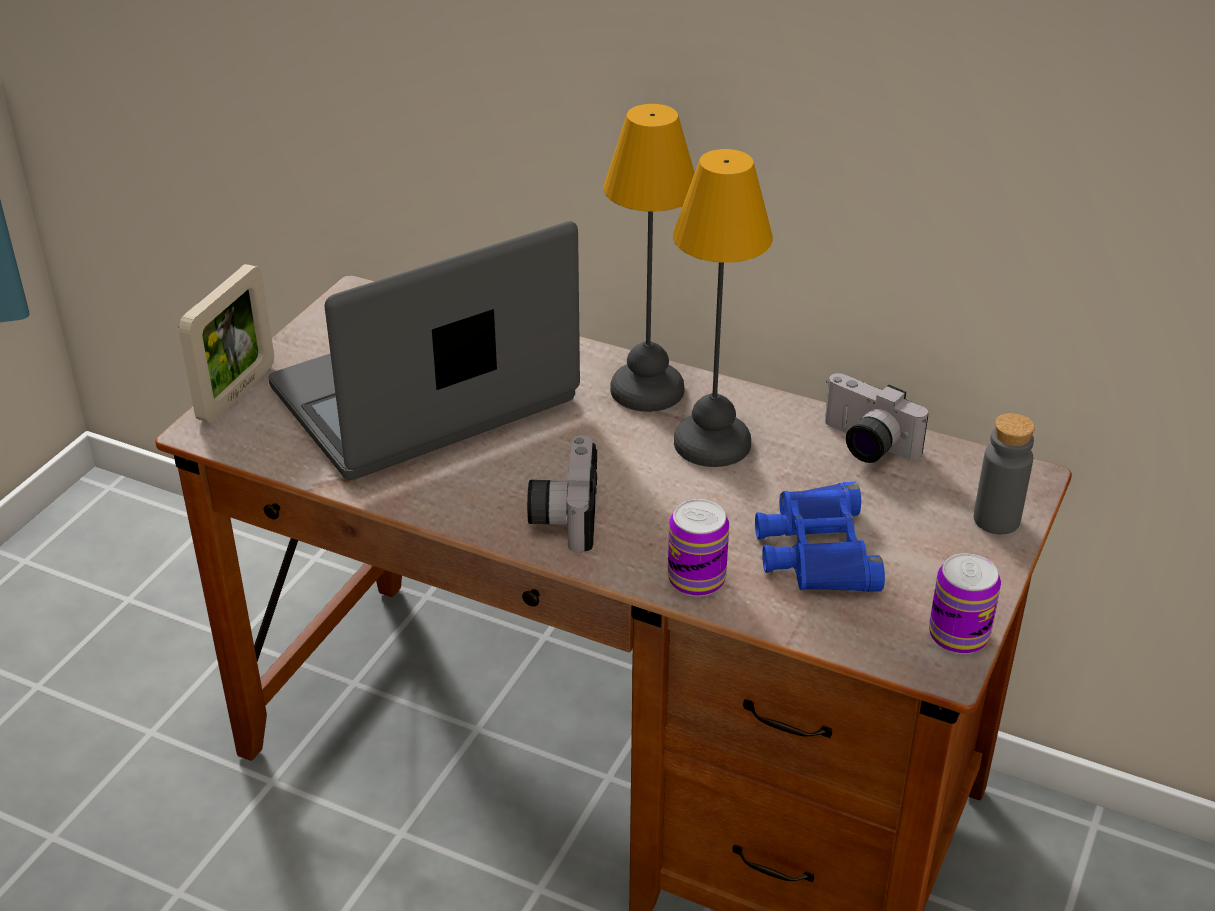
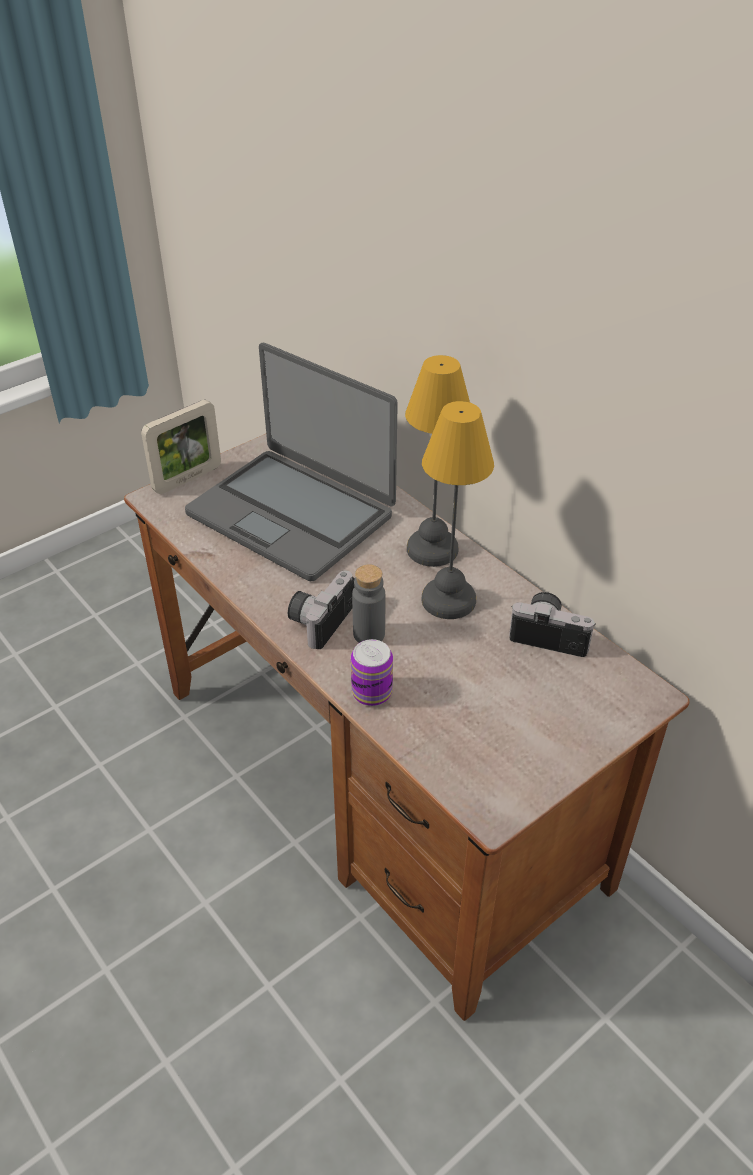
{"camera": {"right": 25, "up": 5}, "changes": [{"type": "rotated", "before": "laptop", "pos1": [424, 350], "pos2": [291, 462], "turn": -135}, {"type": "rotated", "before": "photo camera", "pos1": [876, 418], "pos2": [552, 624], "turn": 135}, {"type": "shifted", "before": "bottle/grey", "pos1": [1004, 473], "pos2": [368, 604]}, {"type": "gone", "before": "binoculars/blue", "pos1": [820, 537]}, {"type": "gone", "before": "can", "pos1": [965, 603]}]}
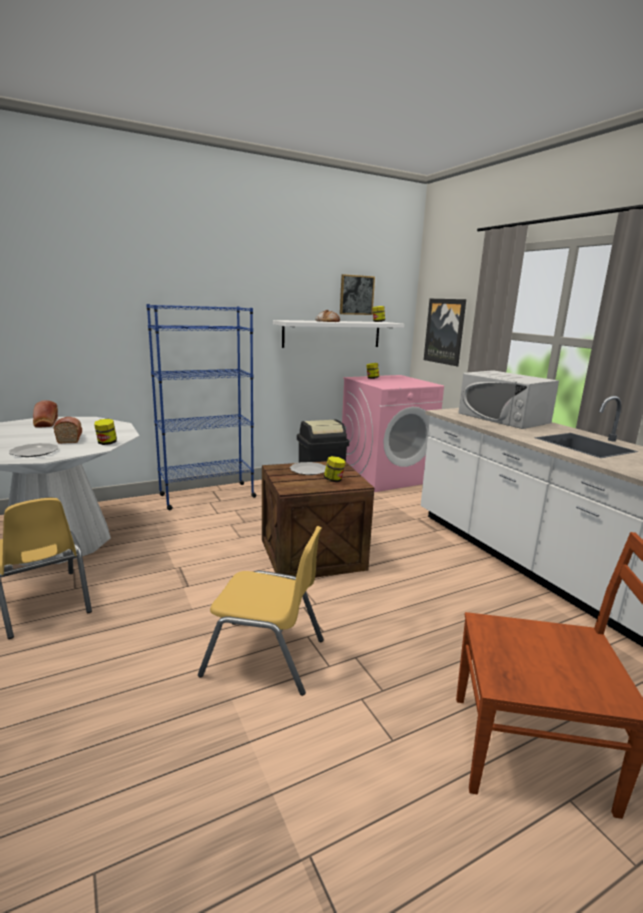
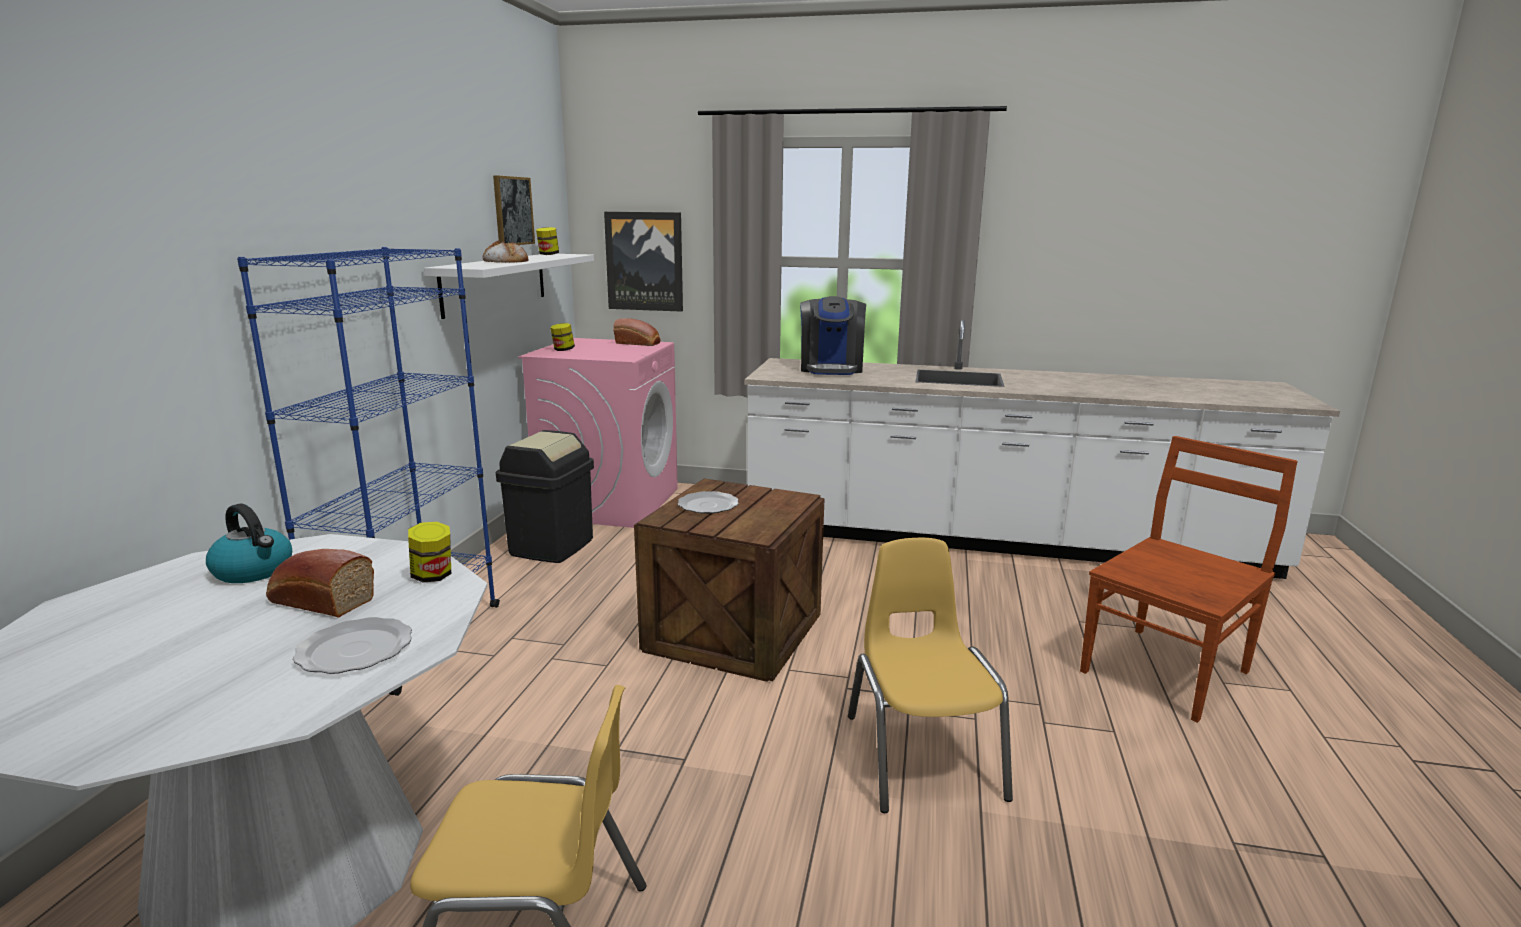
{"camera": {"right": -50, "up": 0}, "changes": [{"type": "swapped", "before": "microwave/white", "after": "coffee machine", "pos1": [509, 399], "pos2": [833, 335]}, {"type": "shifted", "before": "bread", "pos1": [45, 414], "pos2": [637, 332]}, {"type": "gone", "before": "jar", "pos1": [335, 469]}, {"type": "rotated", "before": "chair/yellow", "pos1": [261, 611], "pos2": [930, 675], "turn": -60}, {"type": "new", "after": "kettle", "pos2": [249, 543]}]}
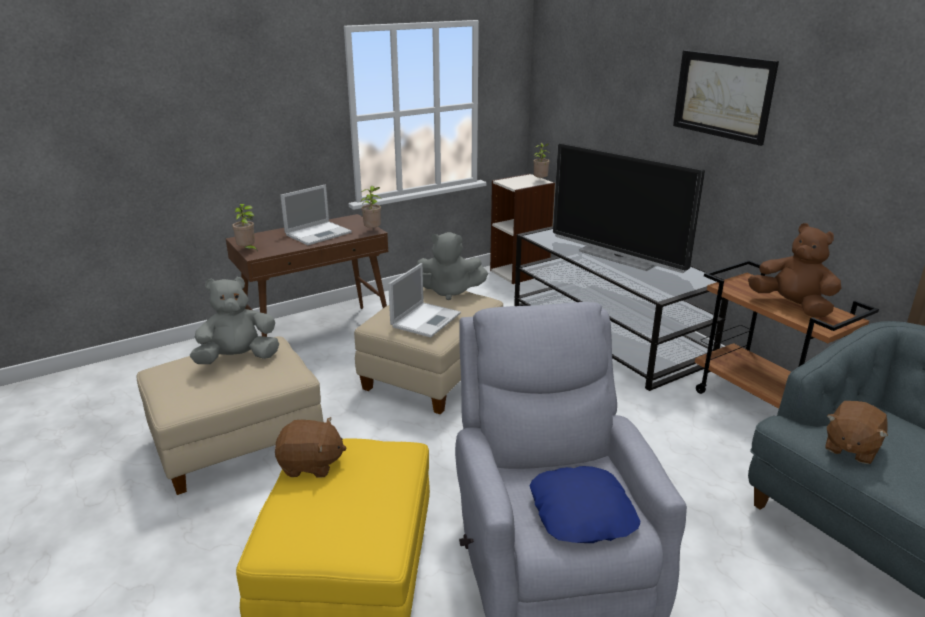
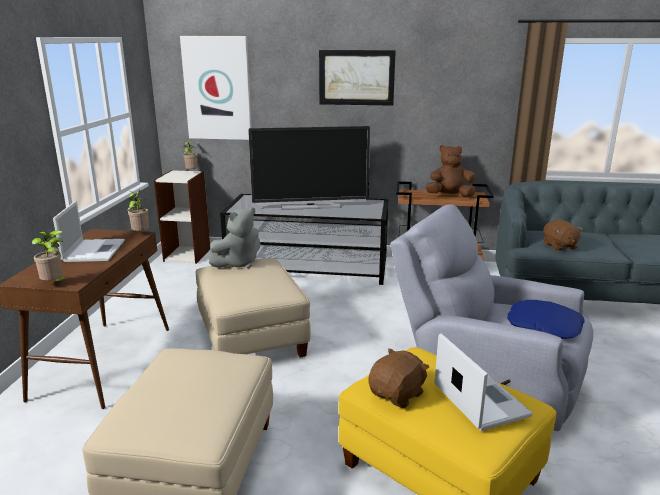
{"camera": {"right": -50, "up": -5}, "changes": [{"type": "shifted", "before": "laptop", "pos1": [424, 300], "pos2": [484, 382]}, {"type": "gone", "before": "plush toy/grey", "pos1": [234, 320]}, {"type": "new", "after": "picture", "pos2": [216, 88]}]}
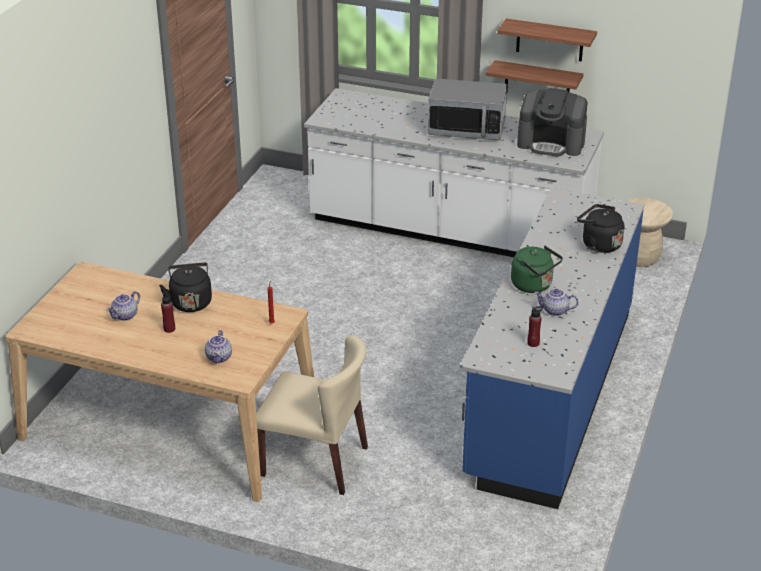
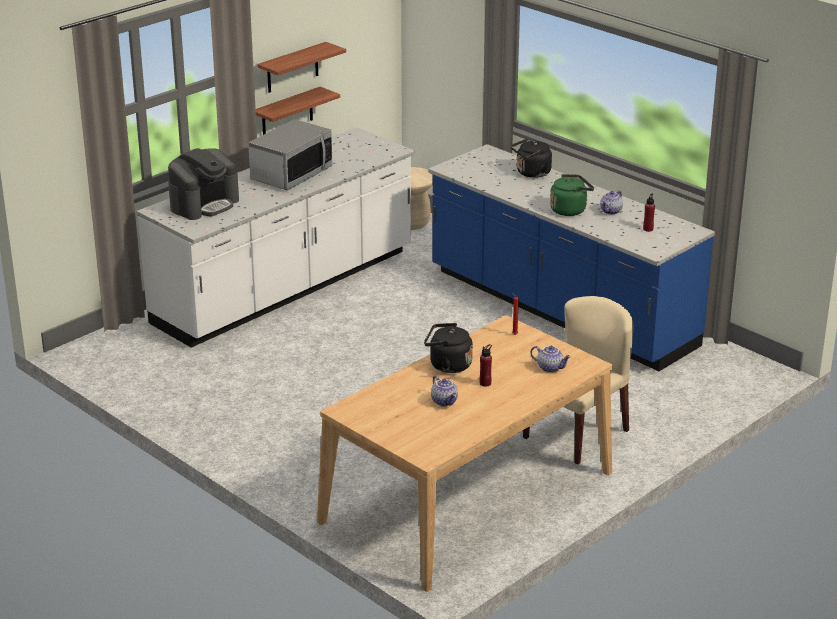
{"camera": {"right": -65, "up": -5}, "changes": [{"type": "shifted", "before": "coffee machine", "pos1": [552, 122], "pos2": [203, 184]}]}
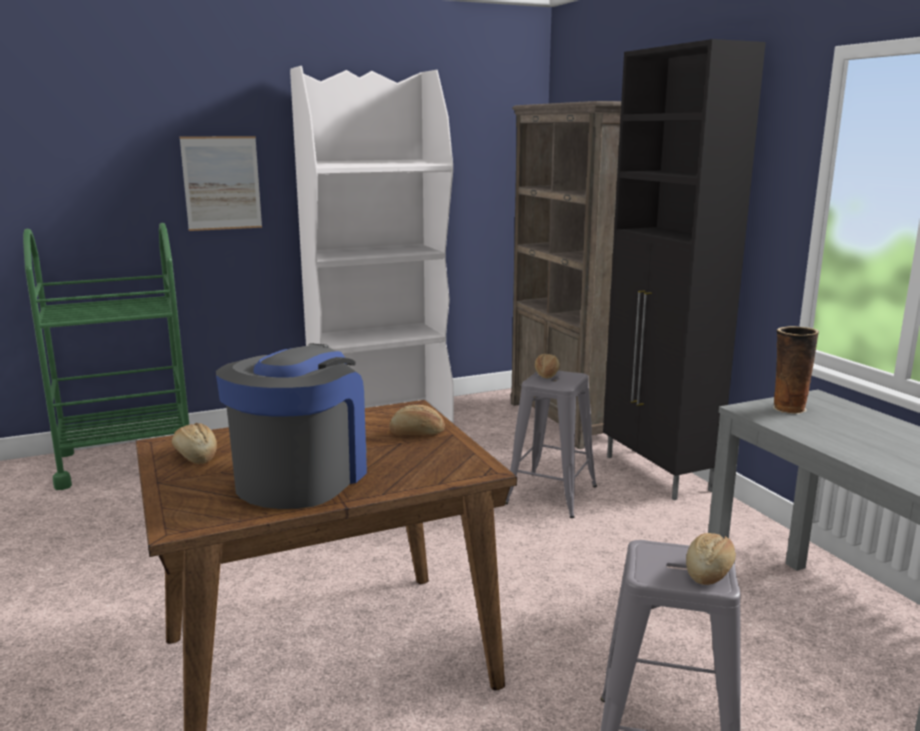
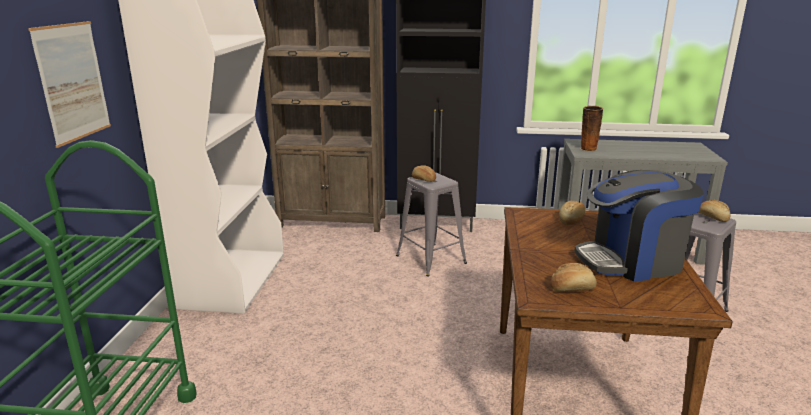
{"camera": {"right": -60, "up": 5}, "changes": [{"type": "rotated", "before": "coffee machine", "pos1": [291, 426], "pos2": [639, 226], "turn": -60}]}
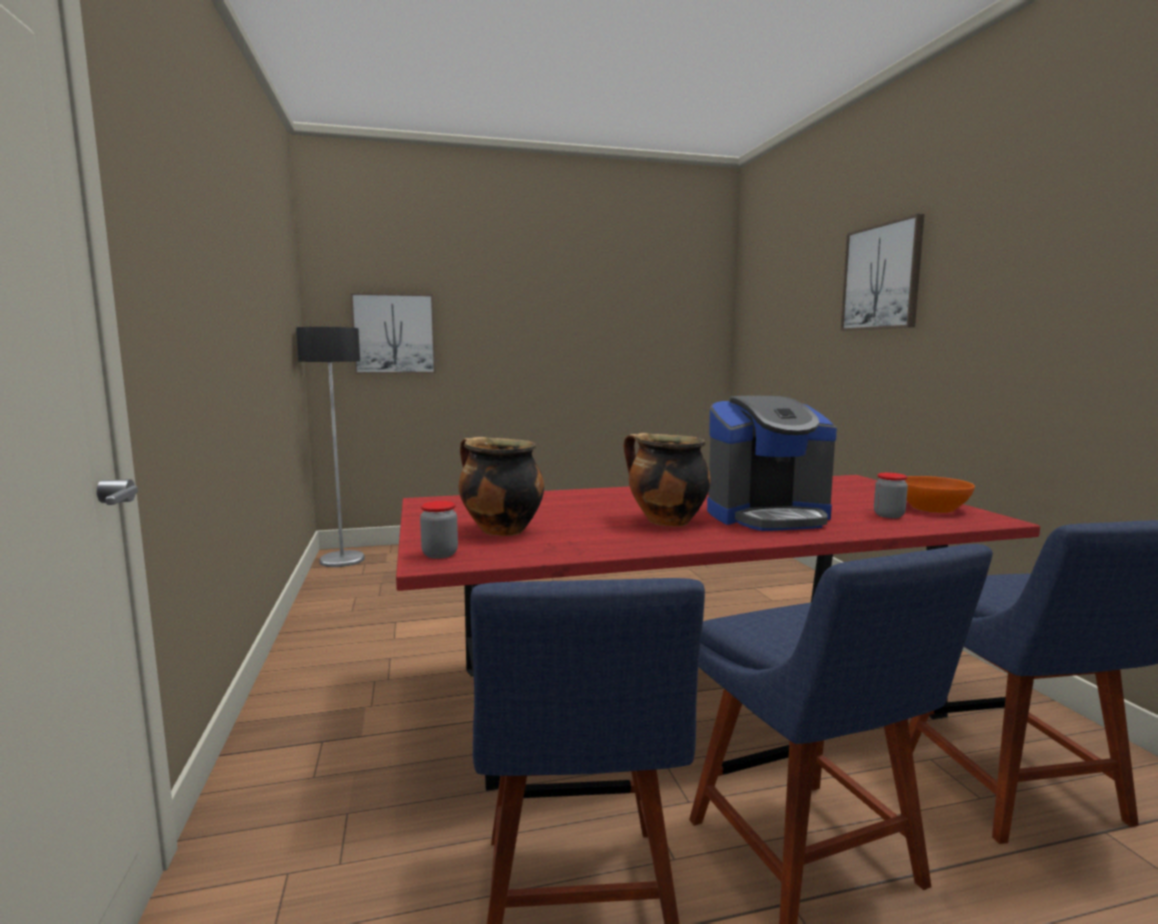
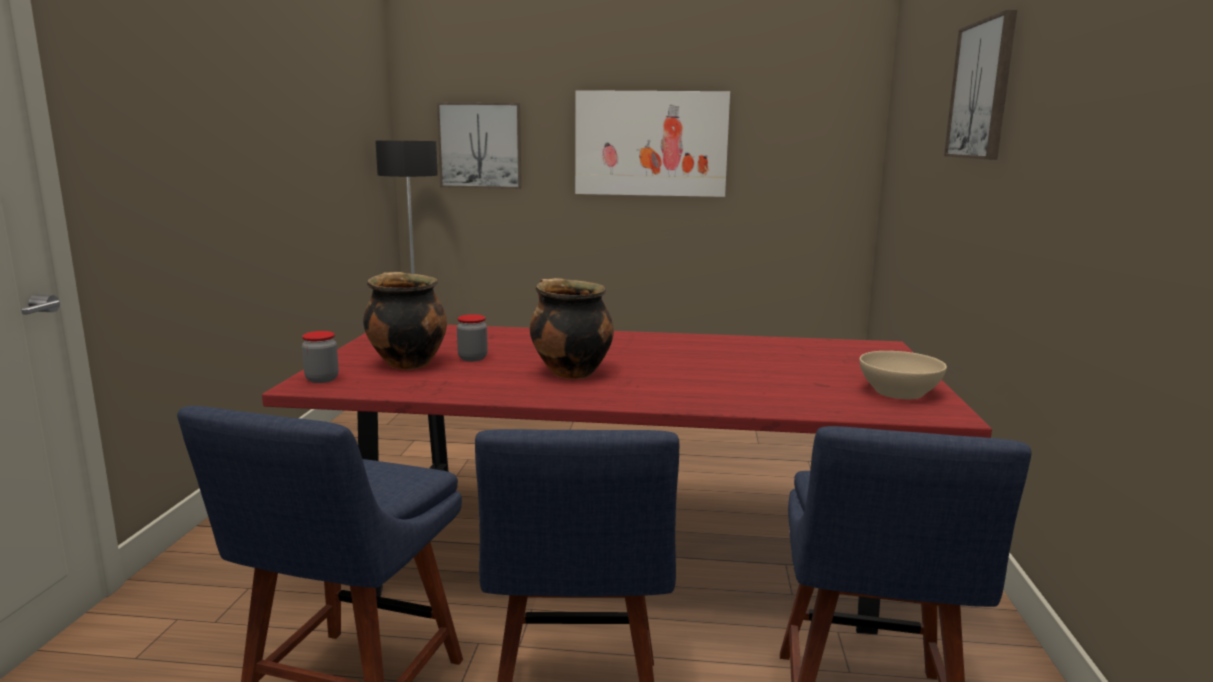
{"camera": {"right": 20, "up": 5}, "changes": [{"type": "gone", "before": "coffee machine", "pos1": [772, 463]}, {"type": "shifted", "before": "jar", "pos1": [891, 495], "pos2": [472, 337]}, {"type": "repainted", "before": "bowl/orange", "after": "bowl/beige", "pos1": [940, 494], "pos2": [903, 375]}, {"type": "new", "after": "picture", "pos2": [652, 143]}]}
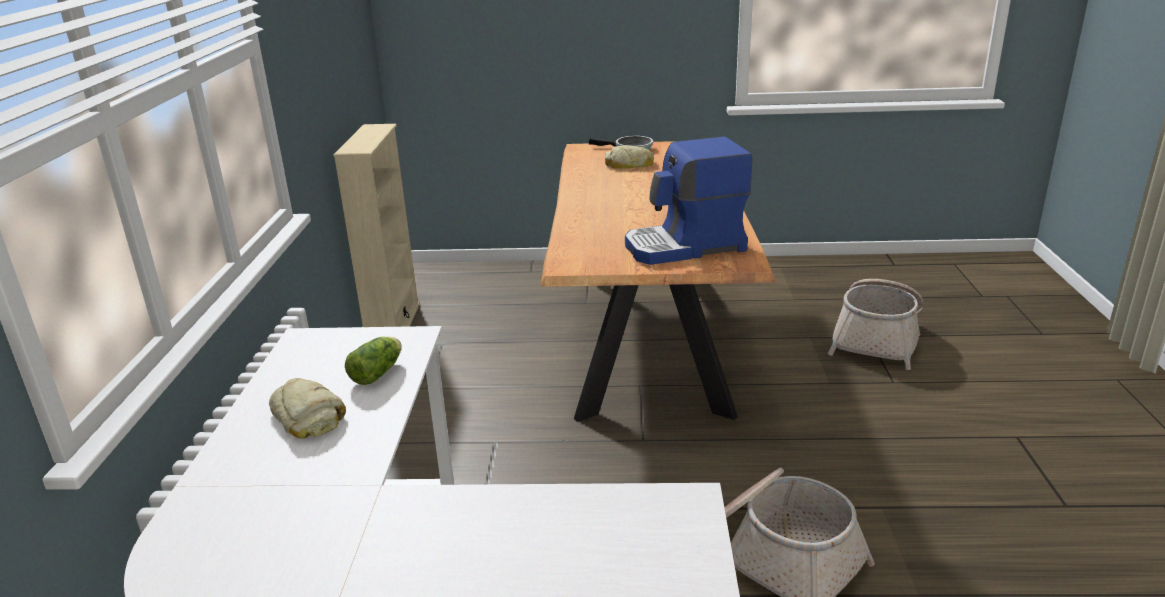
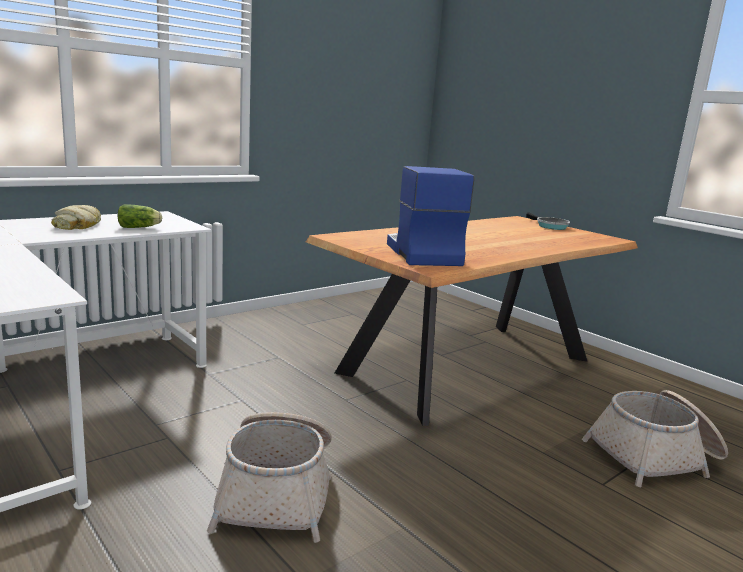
{"camera": {"right": 45, "up": -10}, "changes": [{"type": "gone", "before": "bookcase/beige", "pos1": [376, 225]}, {"type": "rotated", "before": "coffee machine", "pos1": [688, 200], "pos2": [431, 216], "turn": 45}, {"type": "gone", "before": "bread", "pos1": [629, 157]}]}
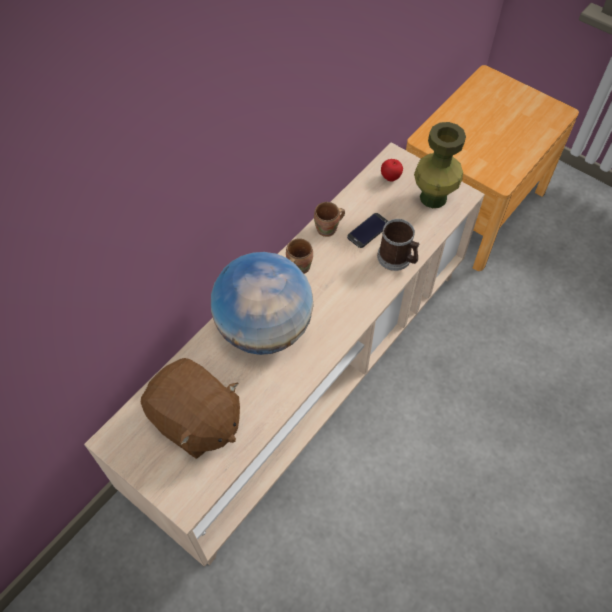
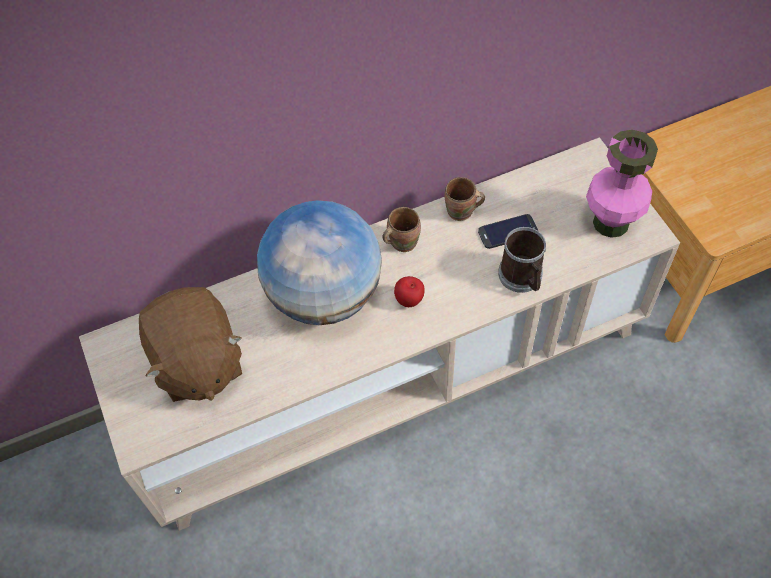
{"camera": {"right": 30, "up": 0}, "changes": [{"type": "repainted", "before": "vase/green", "after": "vase/pink", "pos1": [440, 165], "pos2": [622, 184]}, {"type": "shifted", "before": "apple", "pos1": [392, 170], "pos2": [409, 291]}]}
